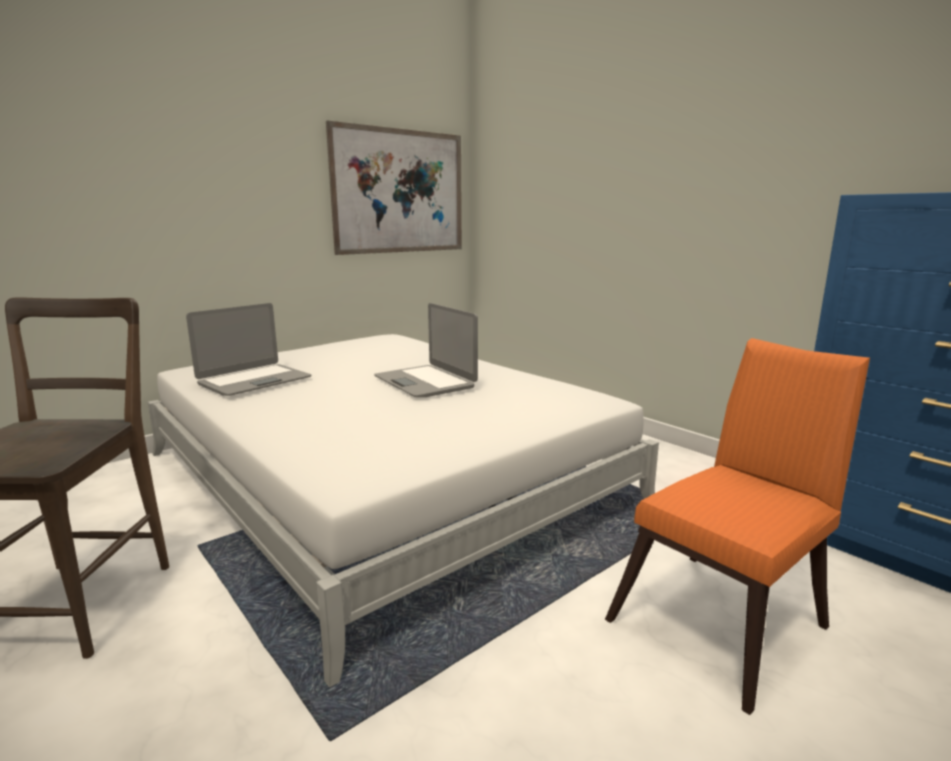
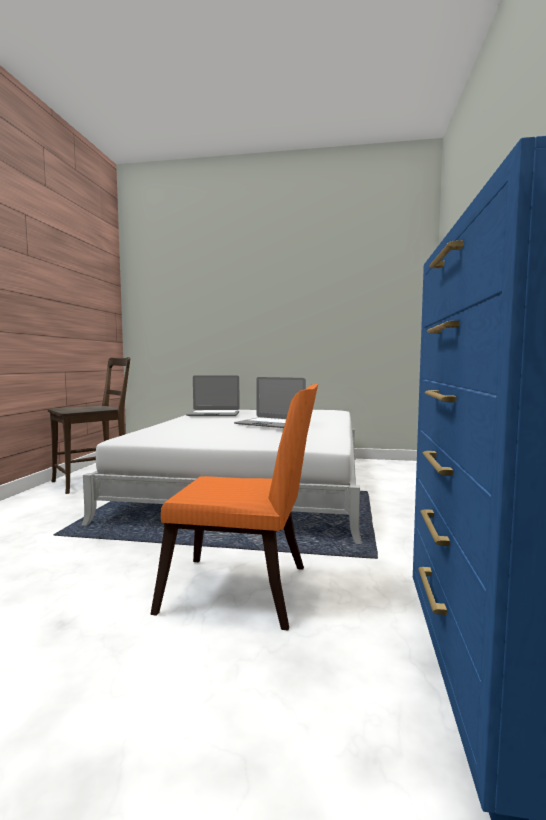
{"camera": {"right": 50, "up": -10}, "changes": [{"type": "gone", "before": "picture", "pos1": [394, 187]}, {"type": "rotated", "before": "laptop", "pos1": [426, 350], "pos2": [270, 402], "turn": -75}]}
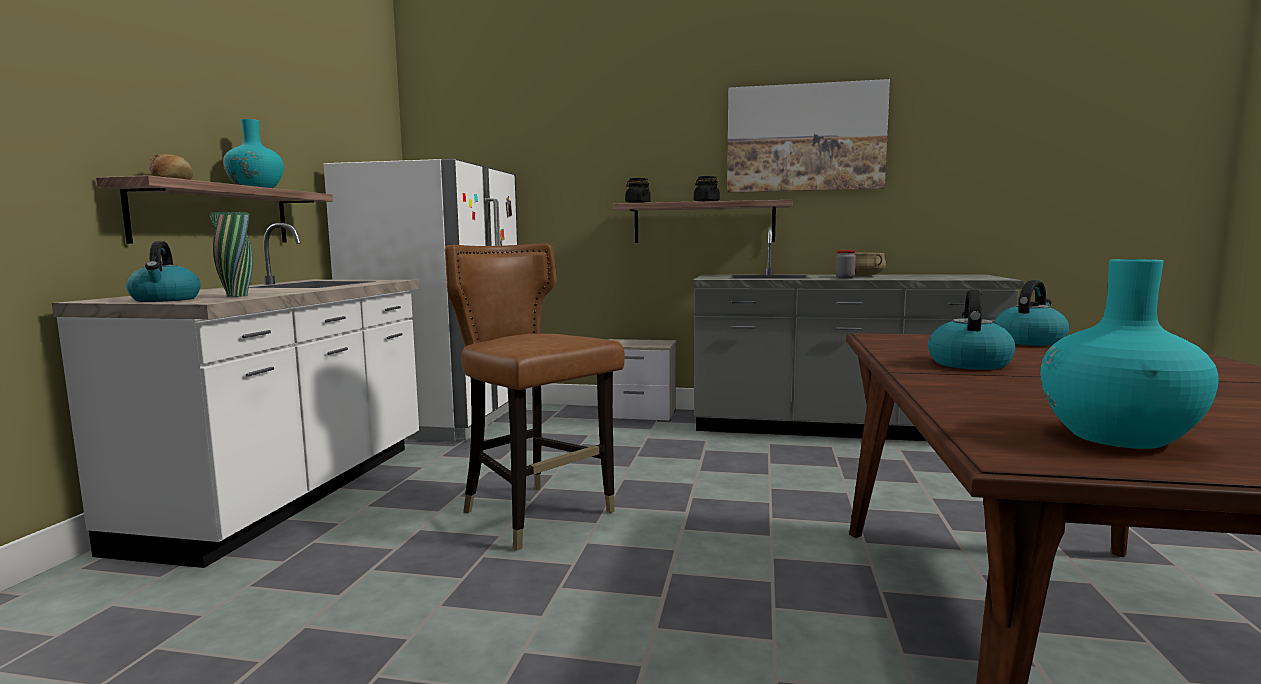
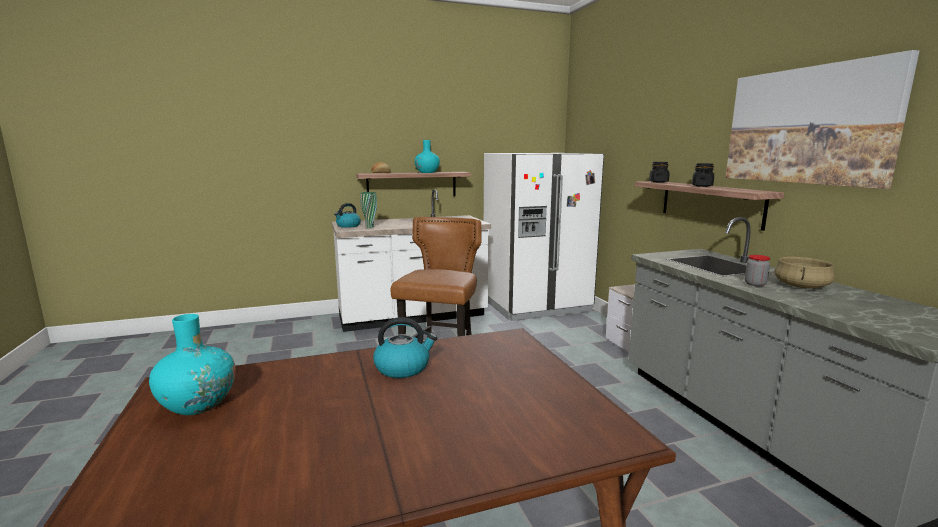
{"camera": {"right": 60, "up": 5}, "changes": [{"type": "gone", "before": "kettle", "pos1": [1031, 313]}]}
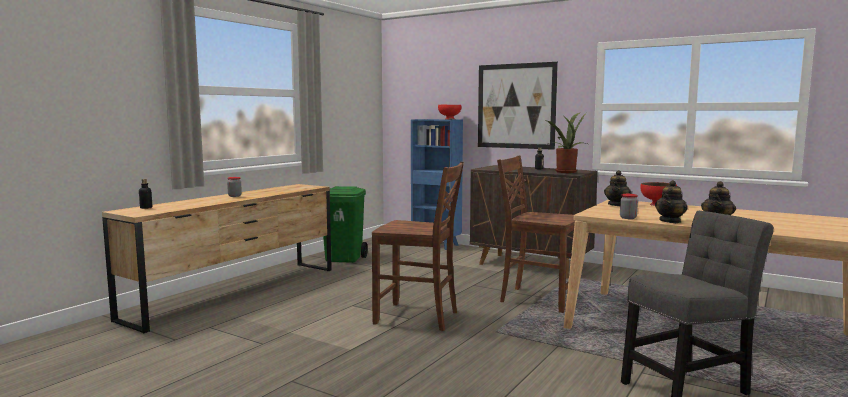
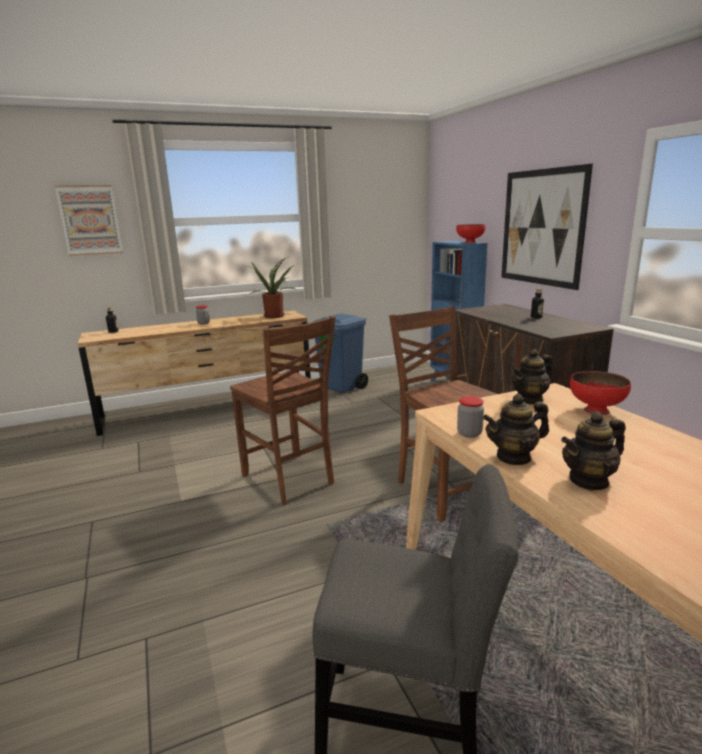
{"camera": {"right": 35, "up": 10}, "changes": [{"type": "shifted", "before": "potted plant", "pos1": [566, 143], "pos2": [272, 287]}, {"type": "repainted", "before": "trash can/green", "after": "trash can/blue", "pos1": [345, 224], "pos2": [340, 353]}, {"type": "new", "after": "picture", "pos2": [89, 220]}]}
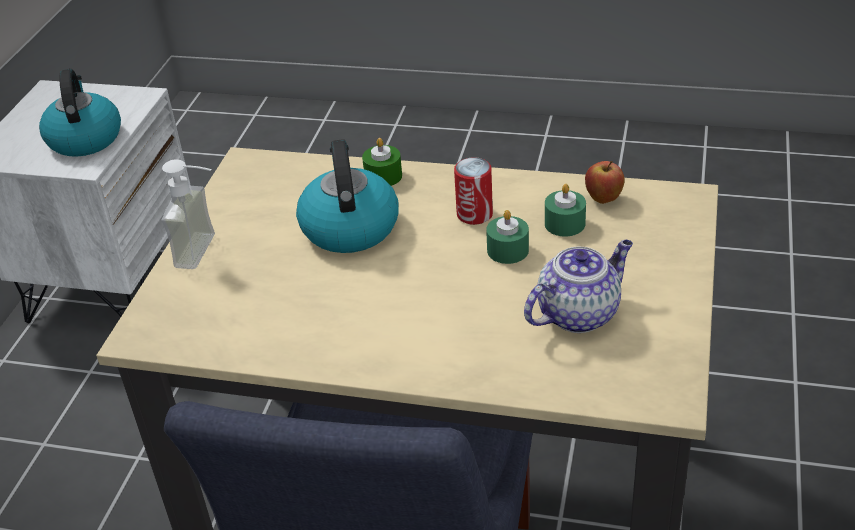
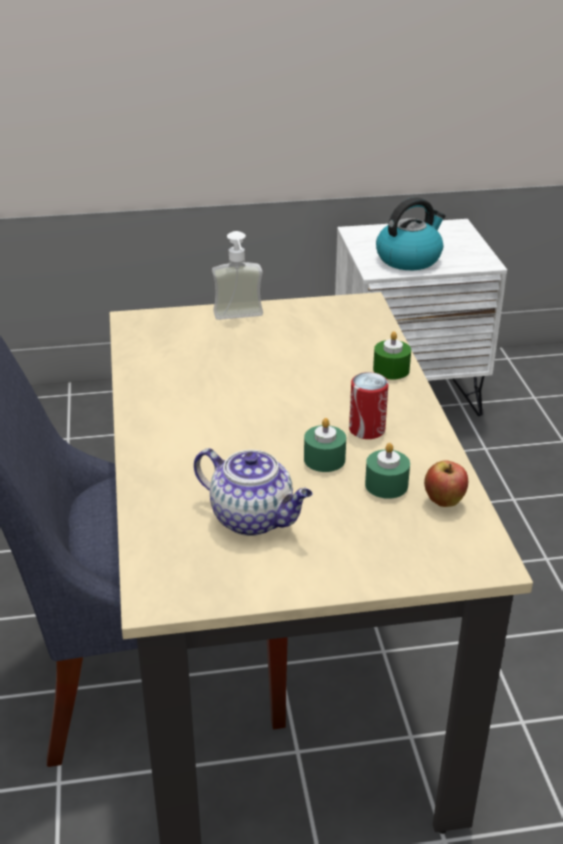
{"camera": {"right": 65, "up": -5}, "changes": [{"type": "gone", "before": "kettle", "pos1": [347, 196]}]}
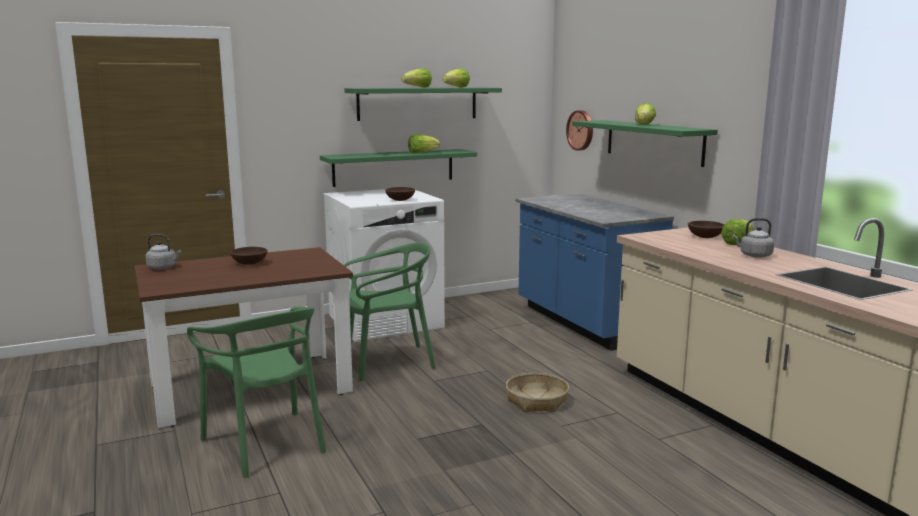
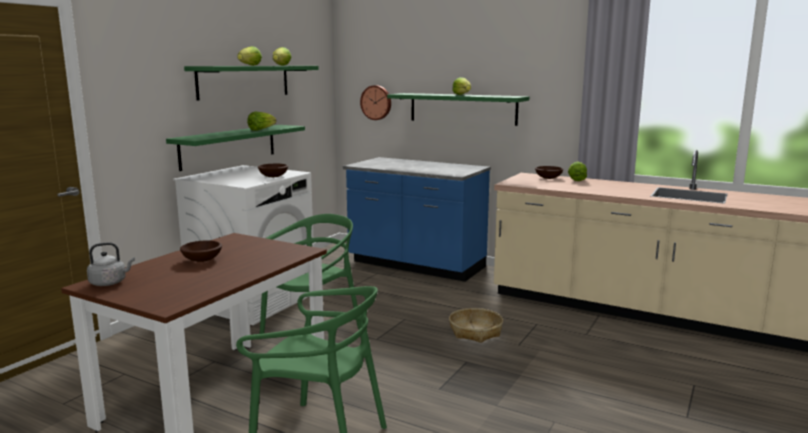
{"camera": {"right": -35, "up": 0}, "changes": [{"type": "gone", "before": "kettle/grey", "pos1": [753, 238]}]}
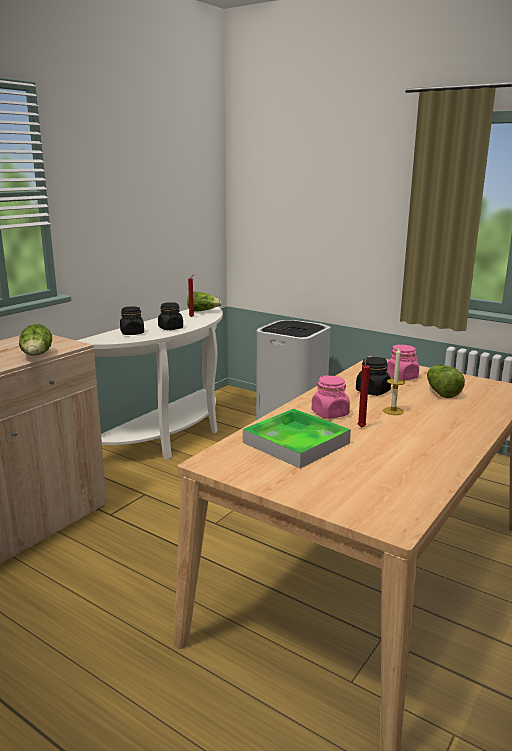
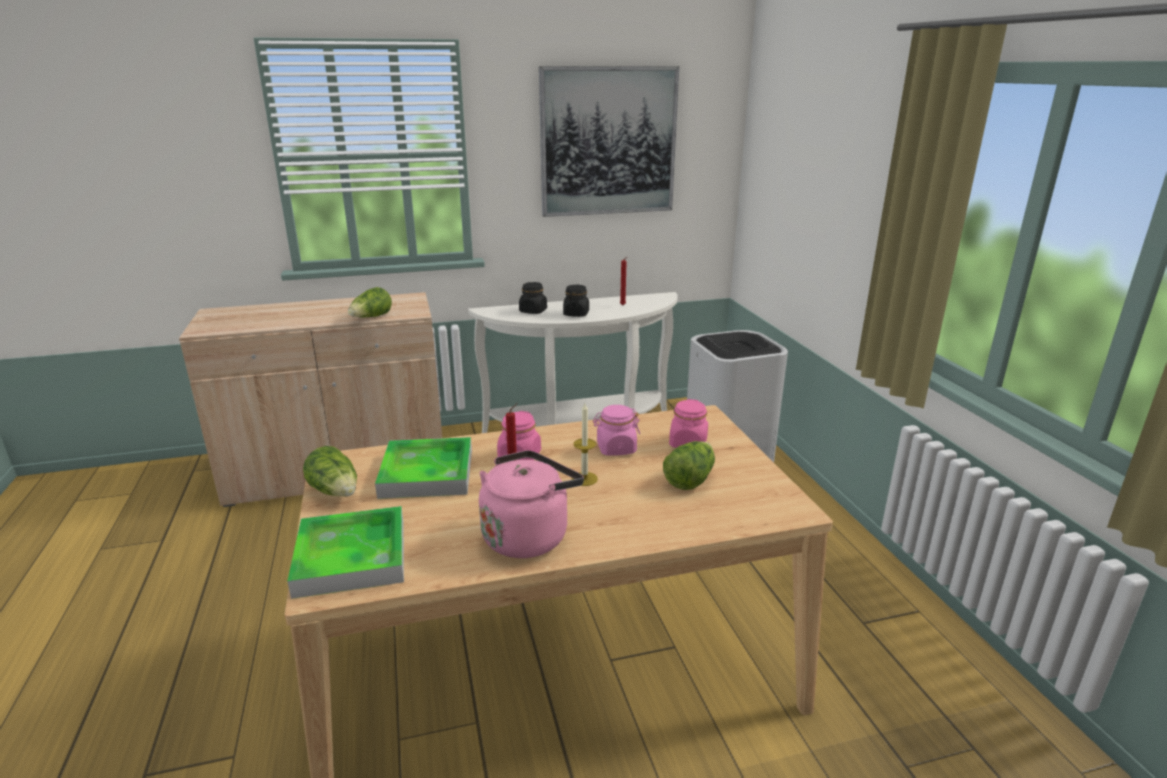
{"camera": {"right": 40, "up": 5}, "changes": [{"type": "shifted", "before": "lettuce", "pos1": [204, 301], "pos2": [330, 471]}, {"type": "repainted", "before": "jar/black", "after": "jar/pink", "pos1": [373, 376], "pos2": [616, 430]}, {"type": "new", "after": "picture", "pos2": [609, 141]}, {"type": "new", "after": "kettle/pink", "pos2": [531, 504]}, {"type": "new", "after": "tray", "pos2": [345, 552]}]}
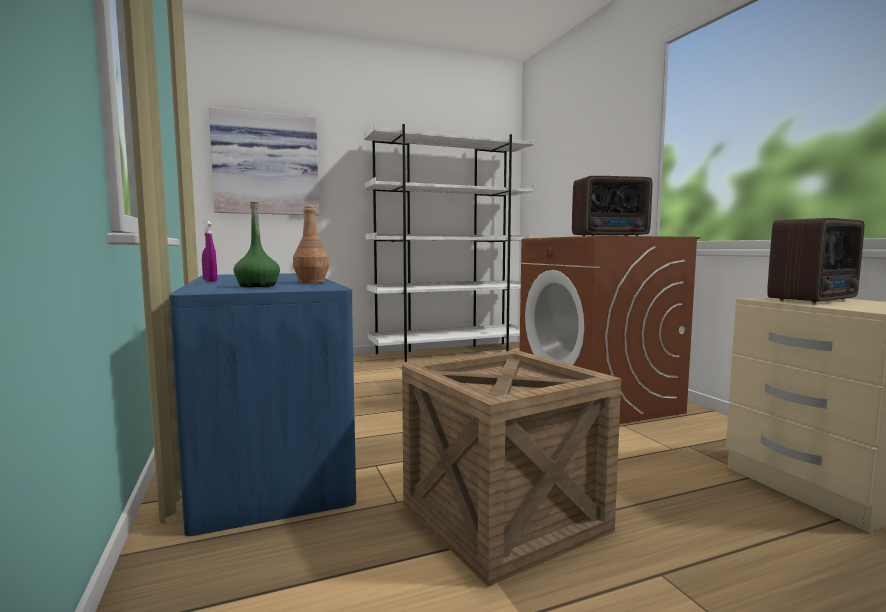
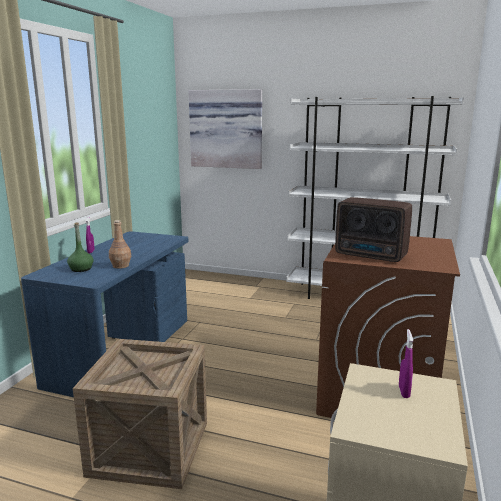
{"camera": {"right": 40, "up": 10}, "changes": [{"type": "swapped", "before": "radio", "after": "spray bottle/purple", "pos1": [815, 260], "pos2": [406, 363]}]}
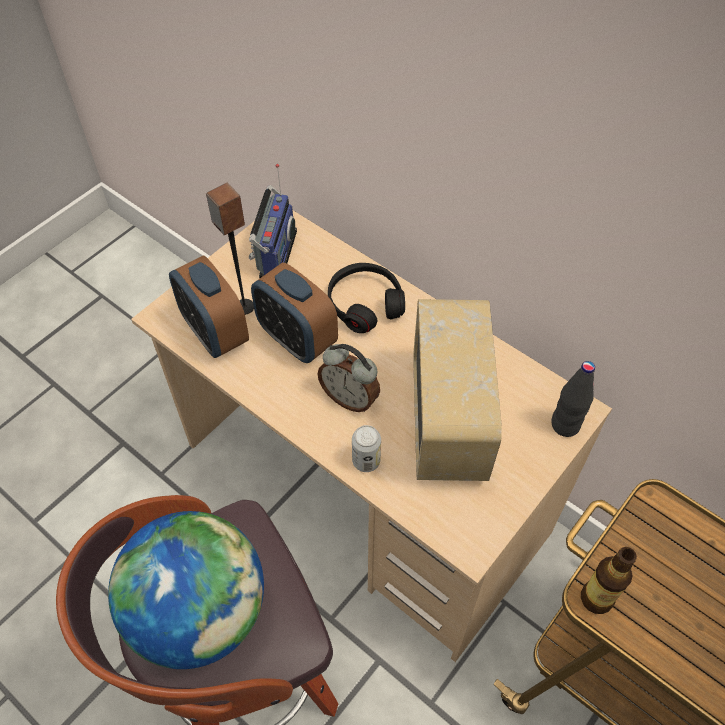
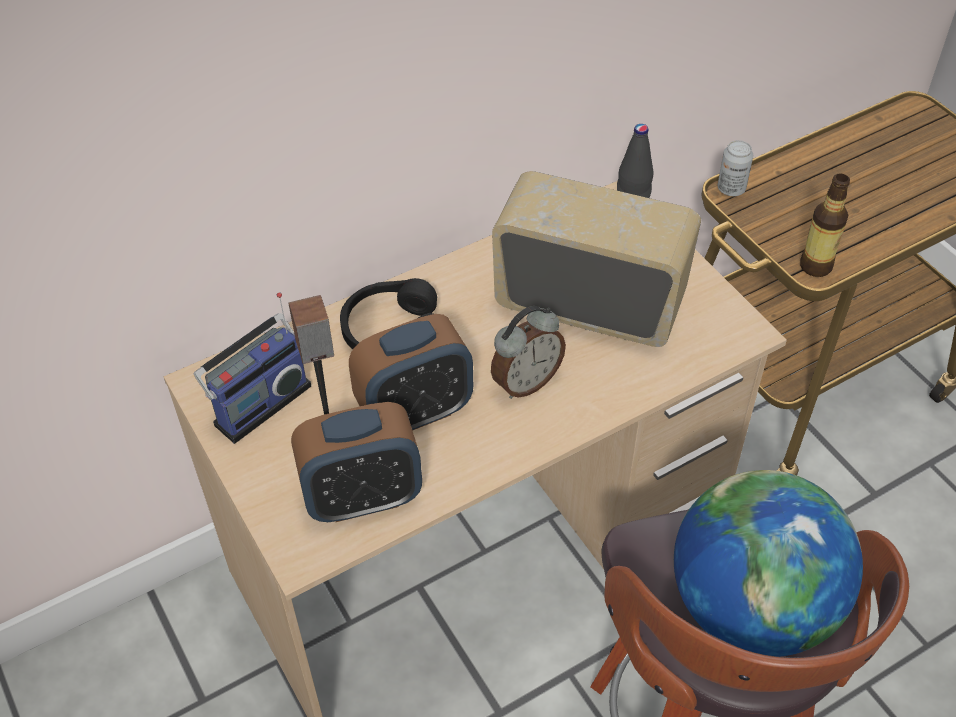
{"camera": {"right": -70, "up": -5}, "changes": [{"type": "rotated", "before": "radio", "pos1": [273, 221], "pos2": [252, 368], "turn": 105}, {"type": "shifted", "before": "can", "pos1": [366, 448], "pos2": [735, 168]}]}
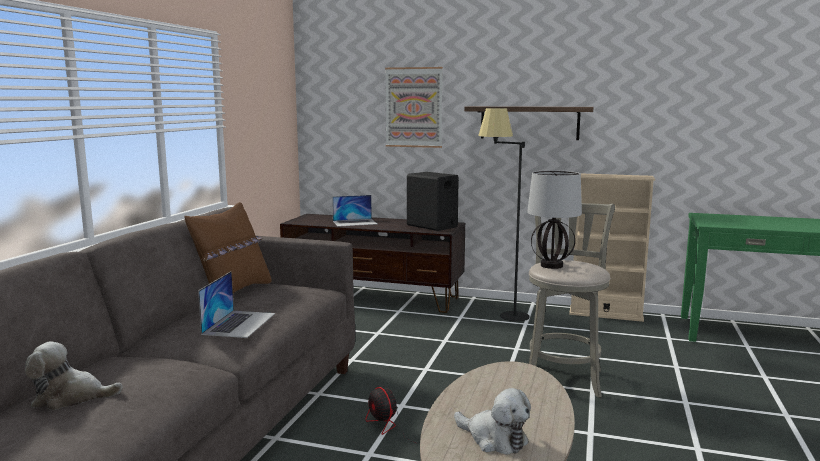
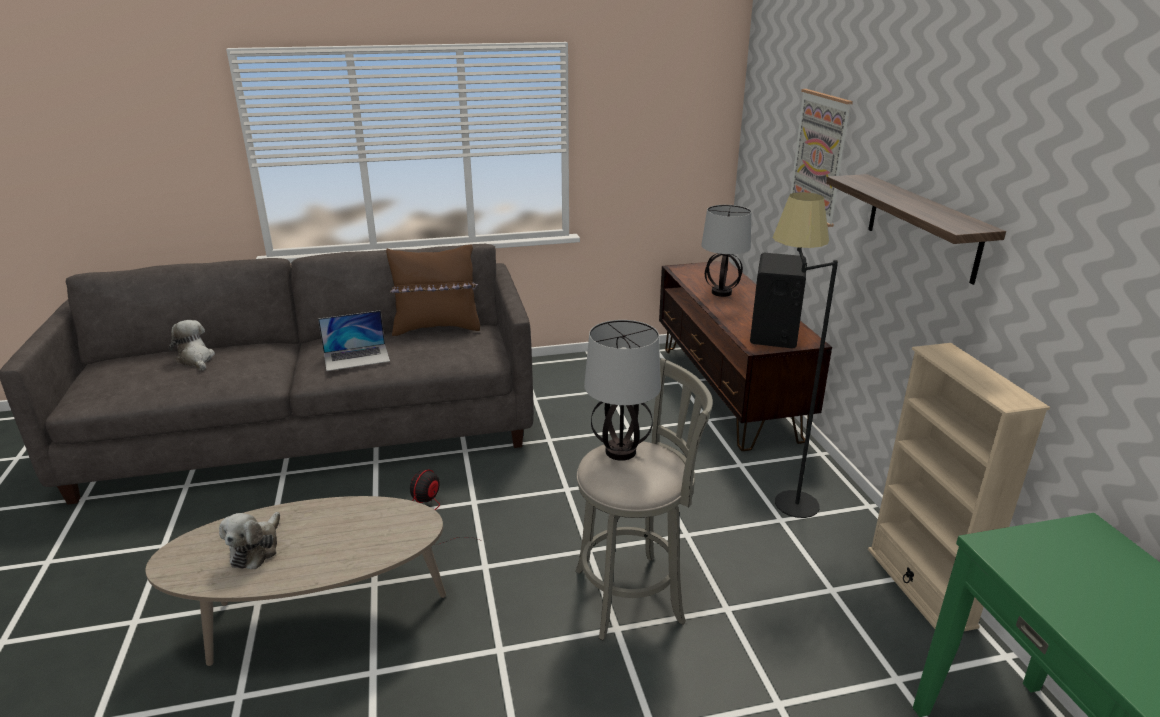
{"camera": {"right": 60, "up": 15}, "changes": [{"type": "swapped", "before": "laptop", "after": "table lamp", "pos1": [354, 211], "pos2": [726, 251]}]}
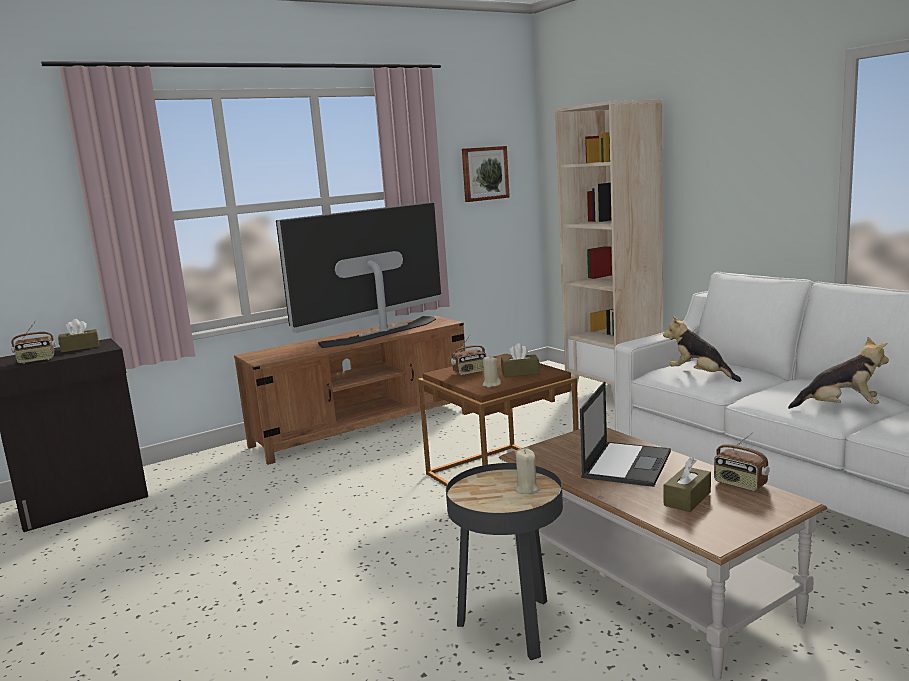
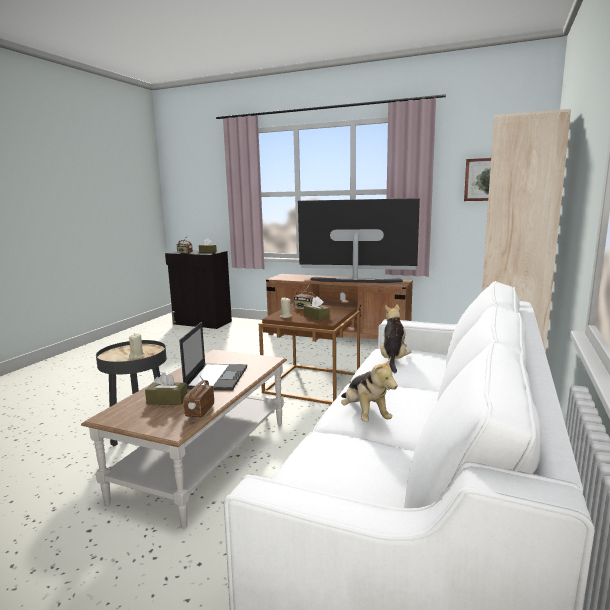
{"camera": {"right": 55, "up": 0}, "changes": [{"type": "rotated", "before": "laptop", "pos1": [625, 434], "pos2": [213, 356], "turn": -75}]}
